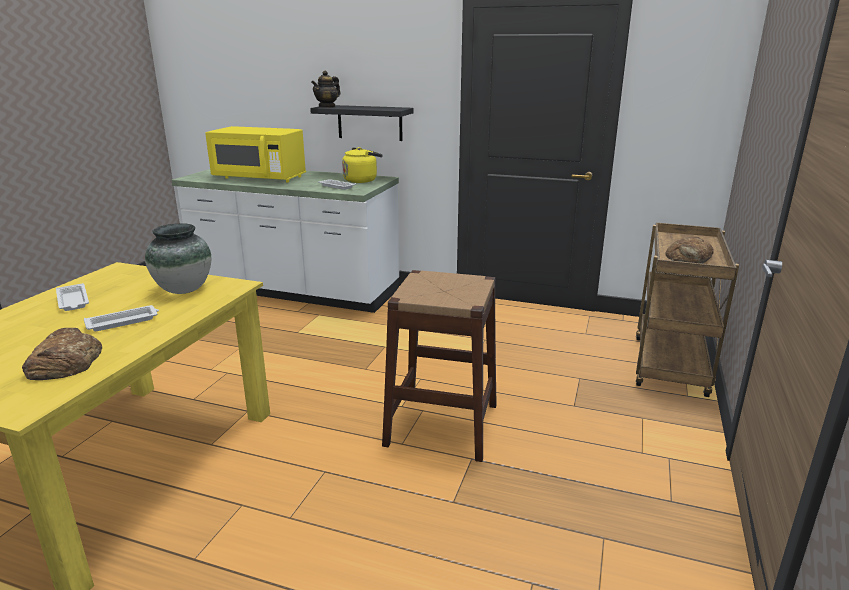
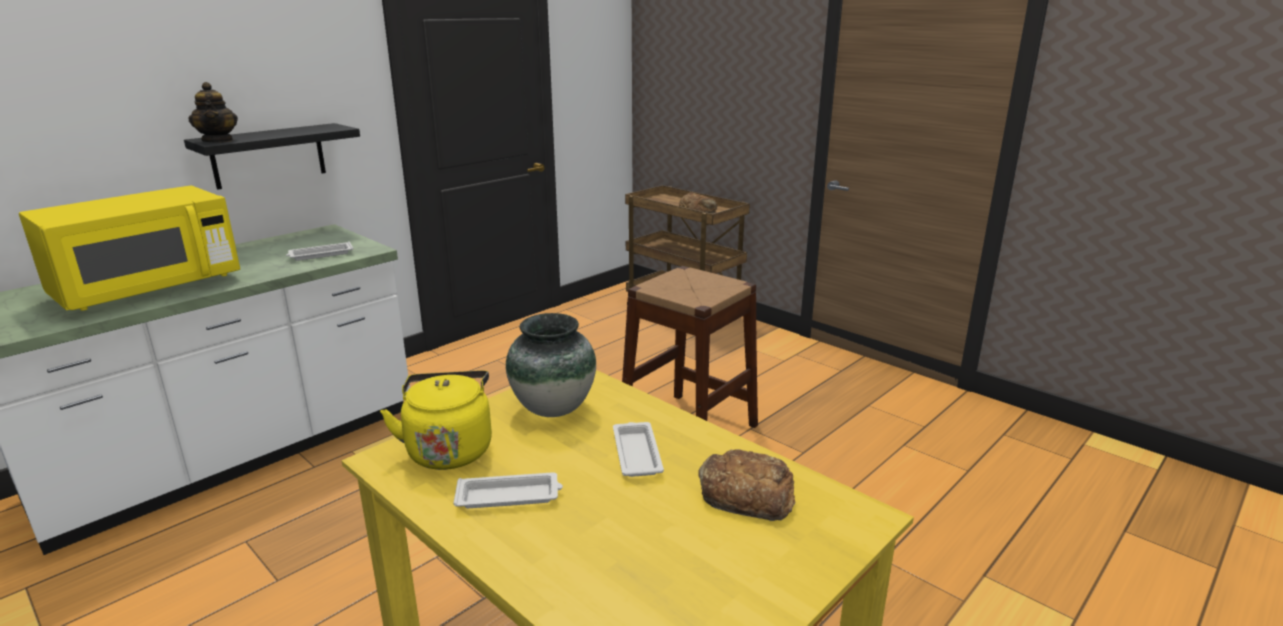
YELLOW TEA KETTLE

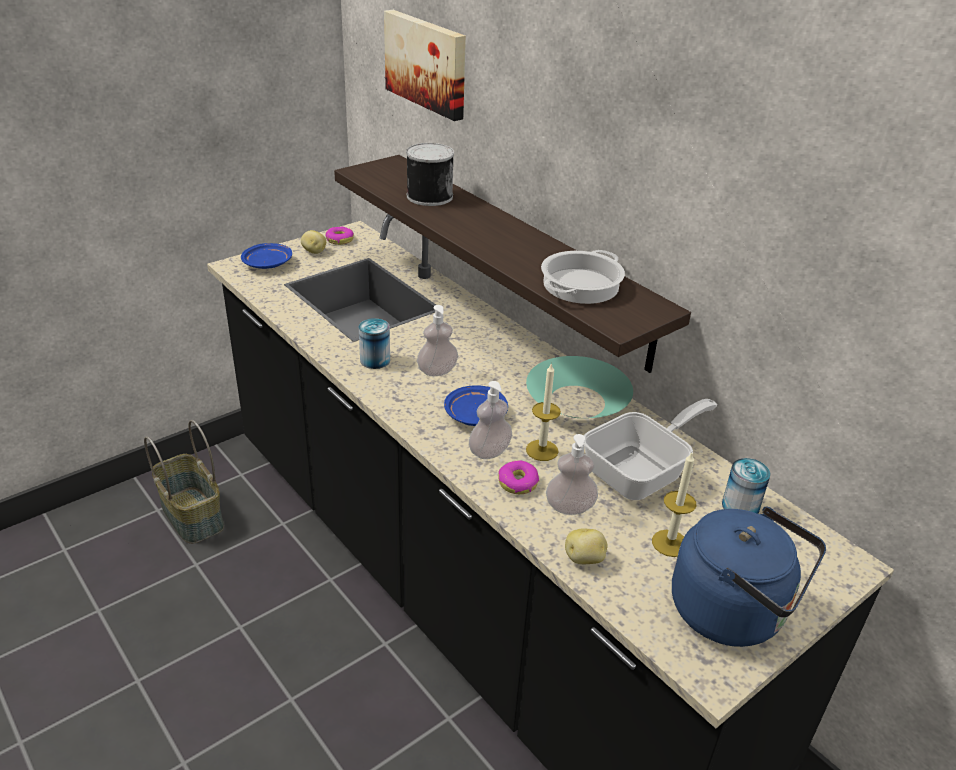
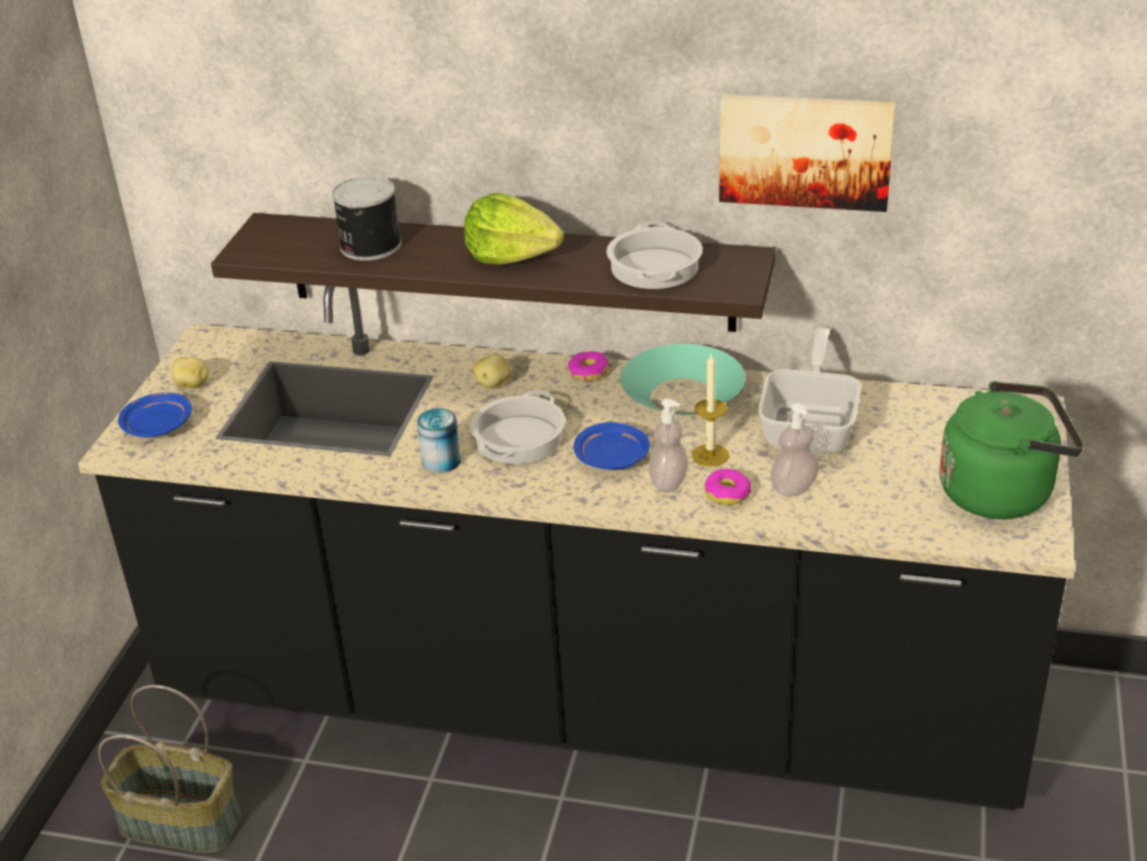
DOUGHNUT (no. 1 from left); WALL ART; STOCKPOT (no. 1 from left); SPUD (no. 2 from left); WAX CANDLE (no. 2 from left in the first image); GREENISH TEA KETTLE; METAL CAN (no. 3 from left in the first image); HEAD OF LETTUCE

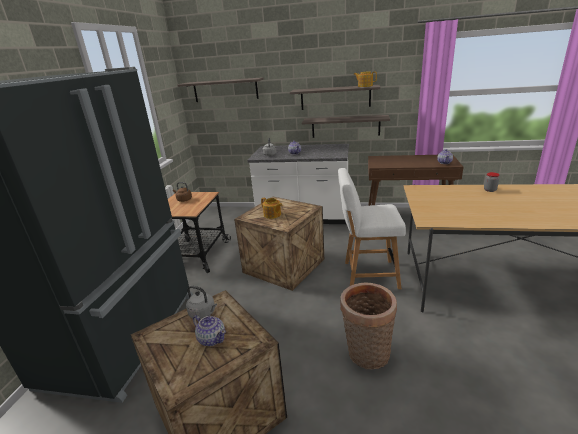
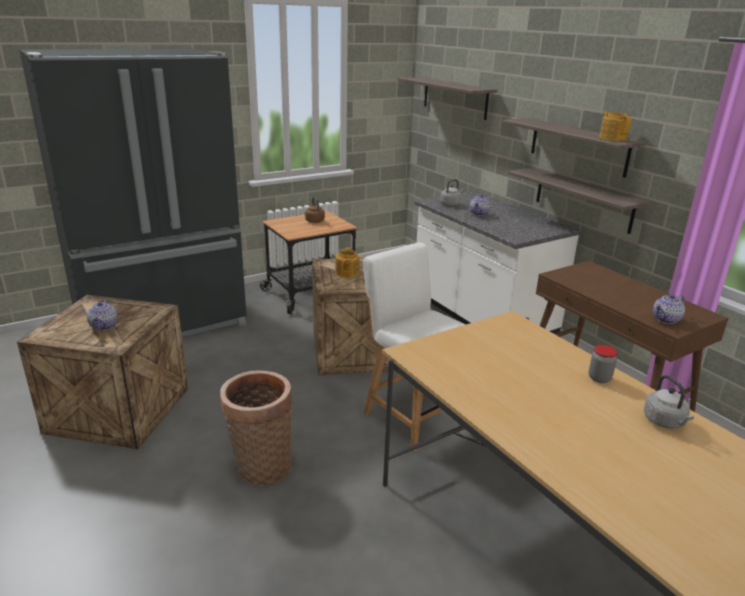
GRAY TEA KETTLE (no. 2 from left)

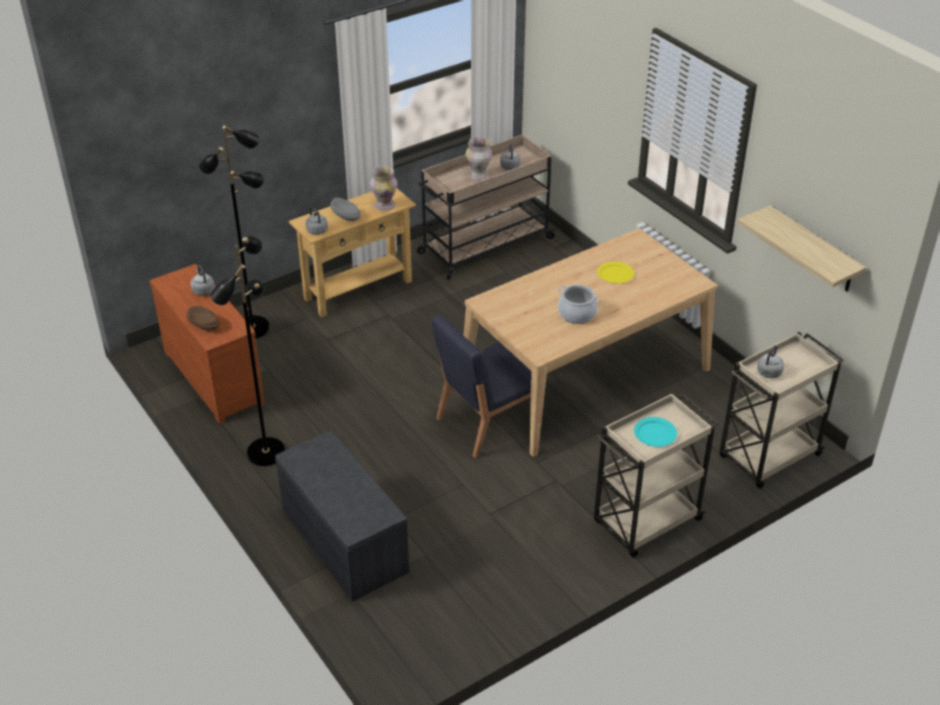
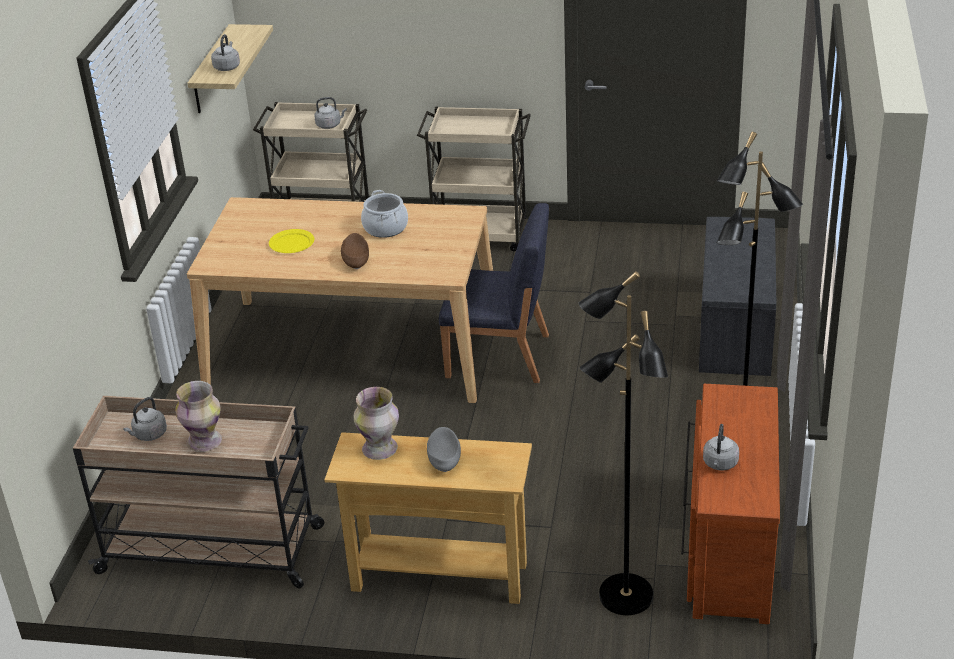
BROWNISH BOWL; GRAY TEA KETTLE (no. 2 from left); BLUE-GREEN PLATE

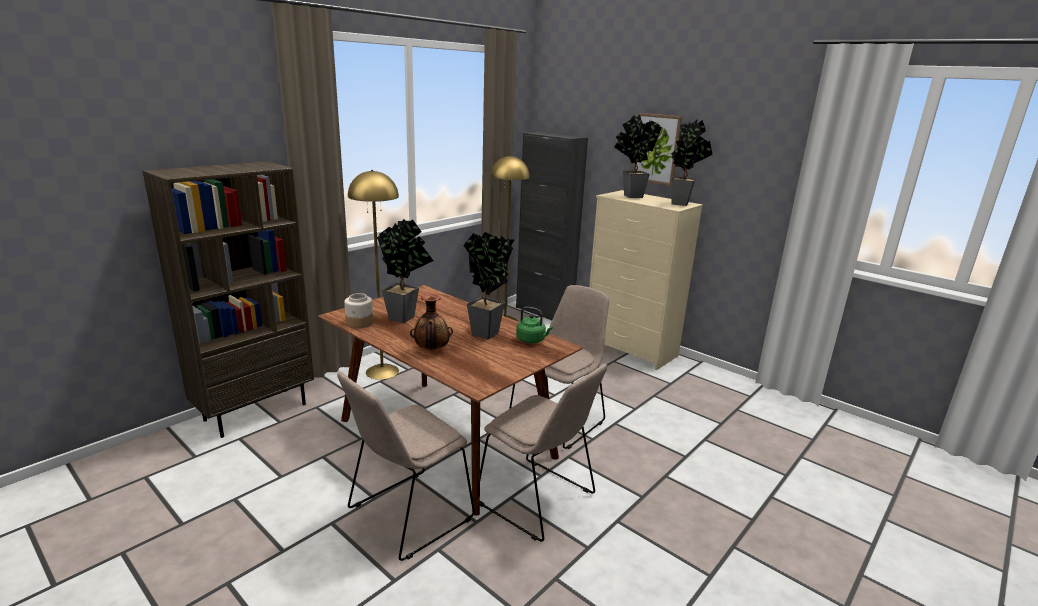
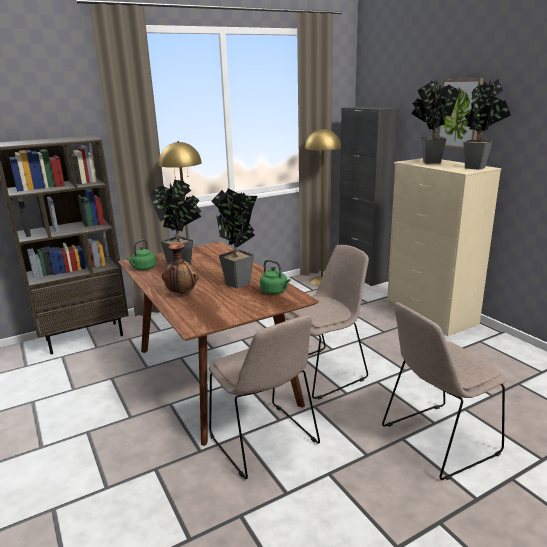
SAND-COLOURED UPRIGHT CHAIR (no. 3 from left); GREENISH TEA KETTLE (no. 1 from left)

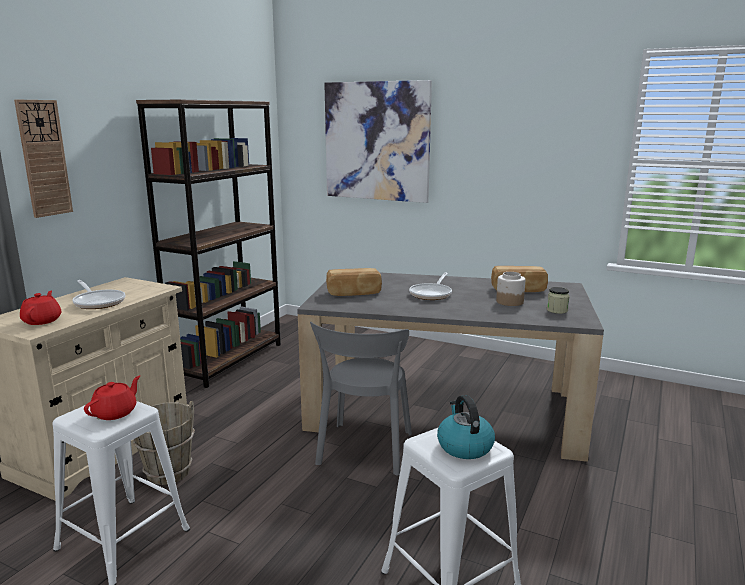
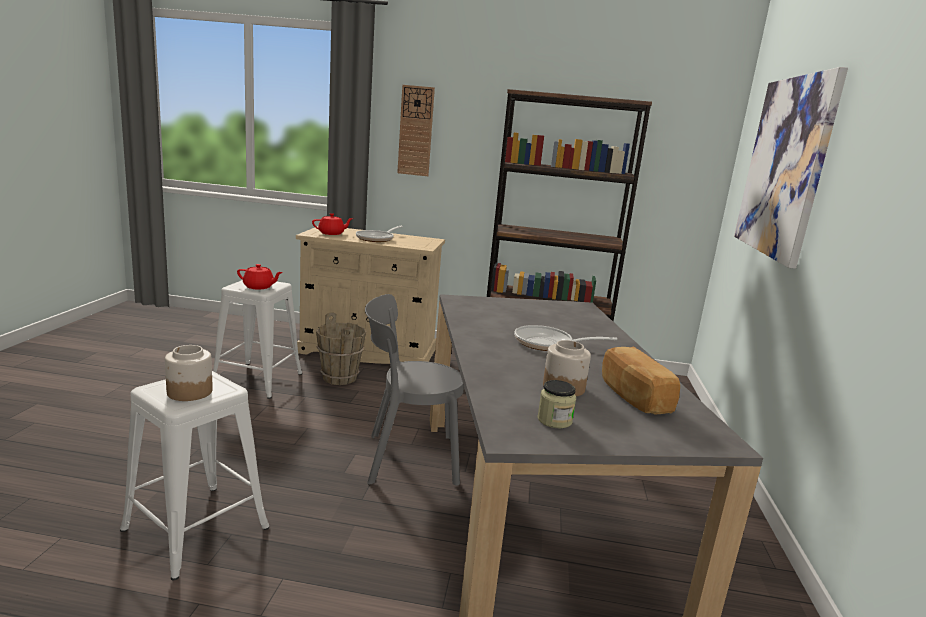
BAKERY BREAD (no. 1 from left in the first image); PRESERVE JAR (no. 1 from left)

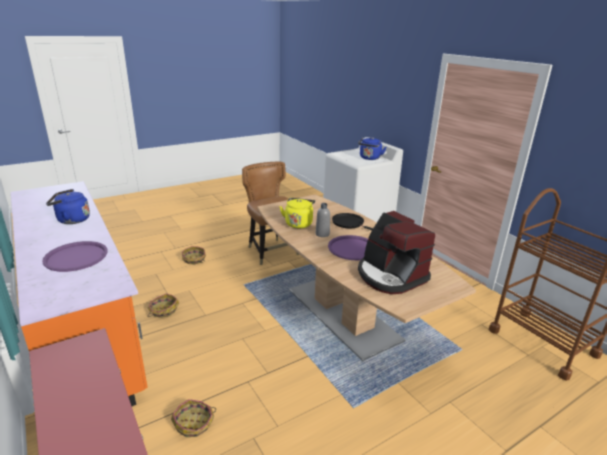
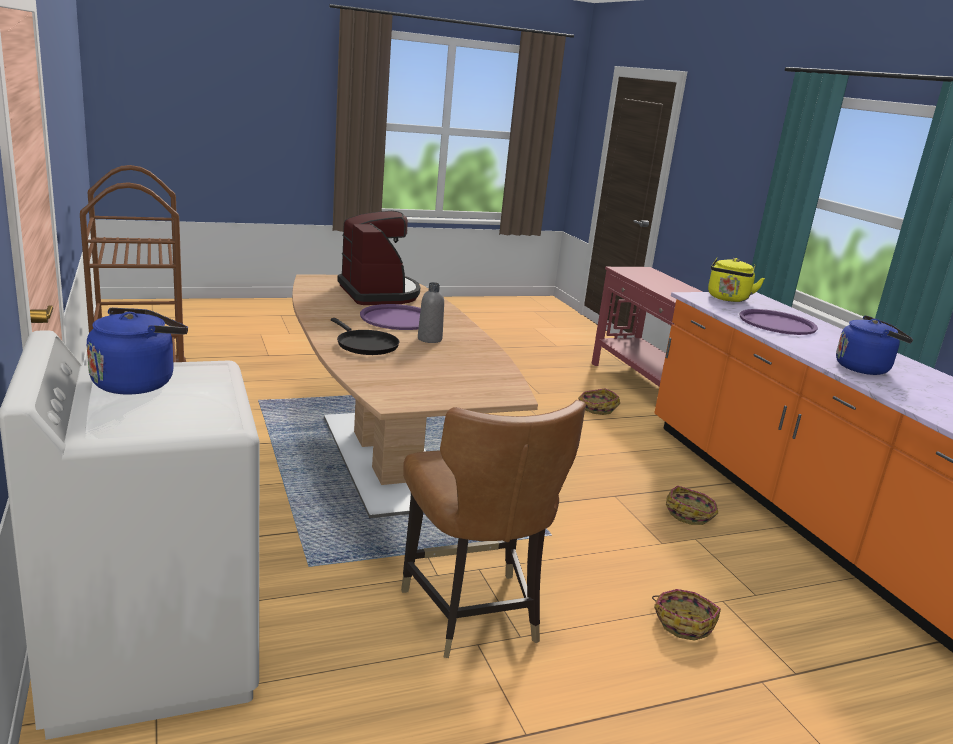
YELLOW TEA KETTLE

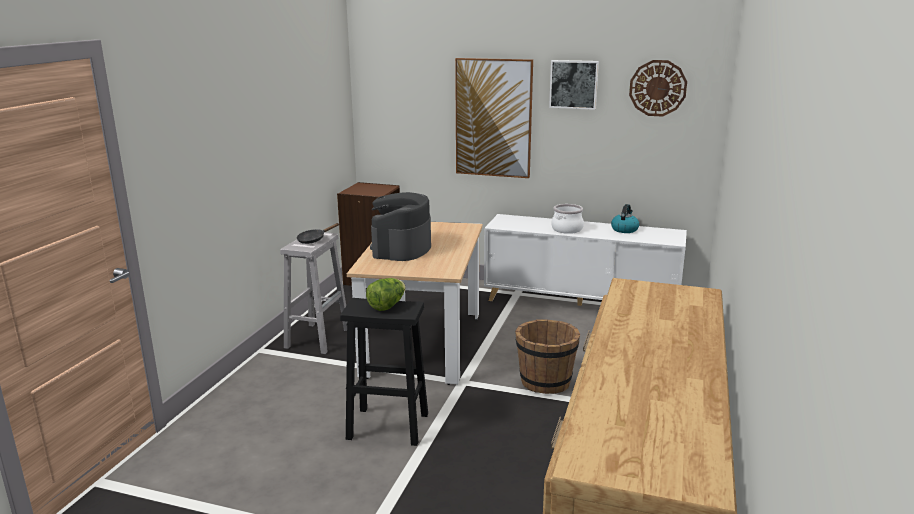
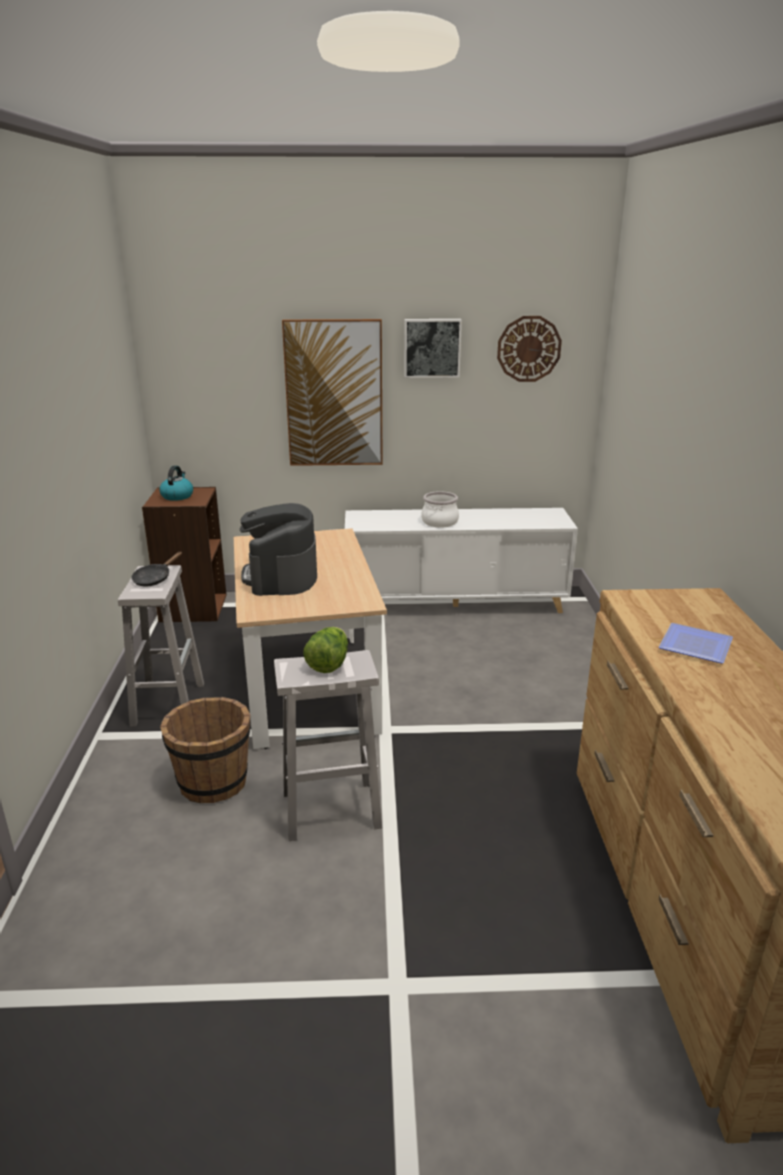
WHITISH STOOL (no. 2 from left); BROWNISH BUCKET; TEA KETTLE; PLATE

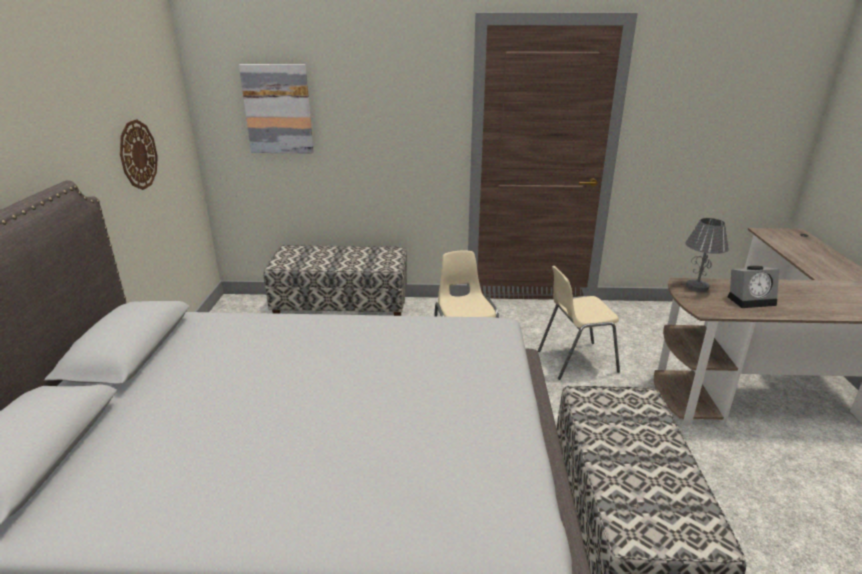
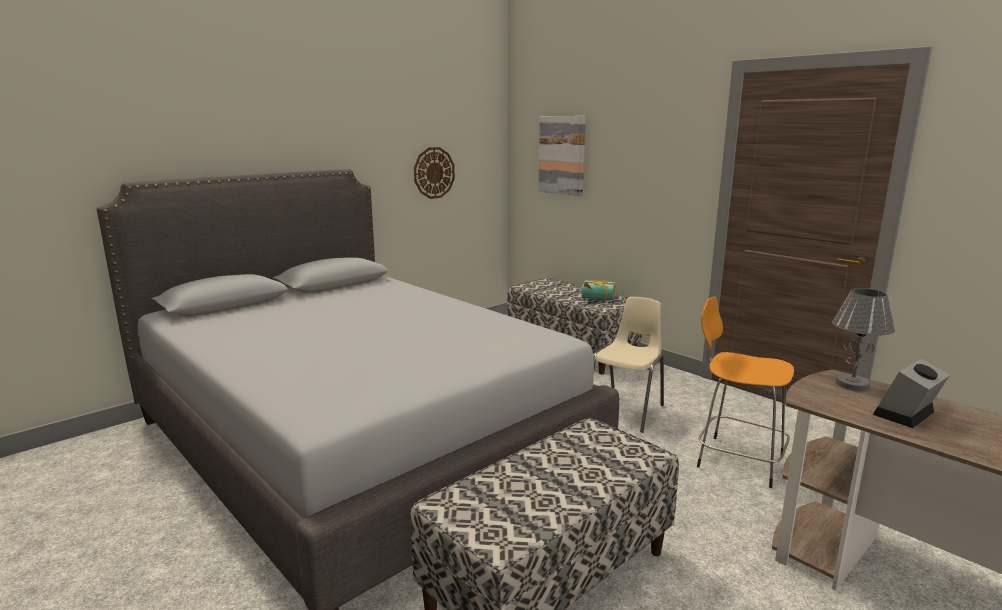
ORANGE-COLOURED STOOL; BEDSIDE CLOCK; VOLUME

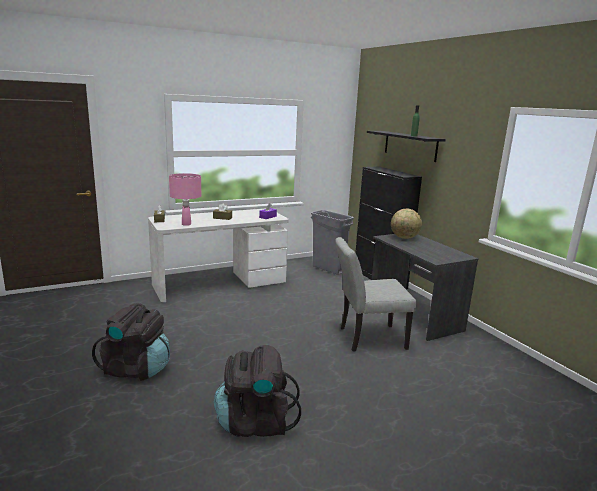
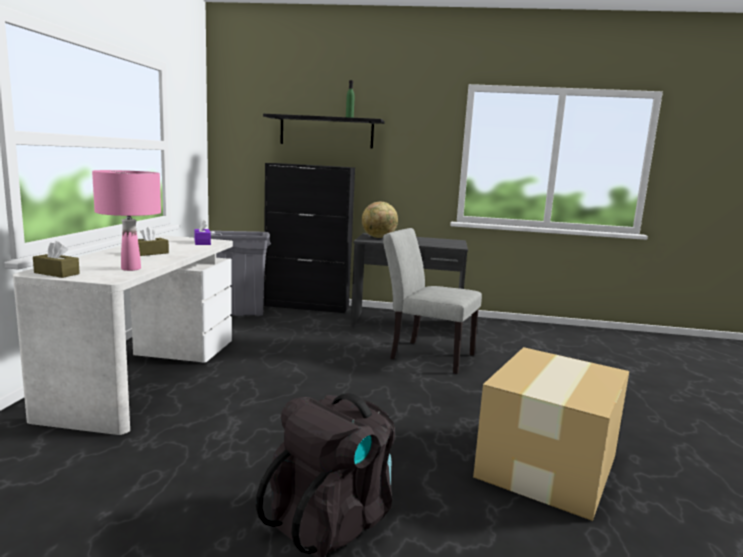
PACKING BOX; GRAY UPRIGHT CHAIR

